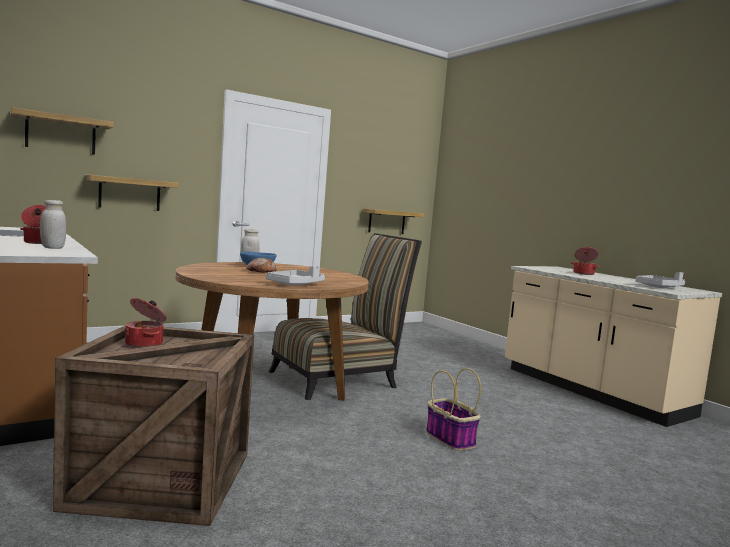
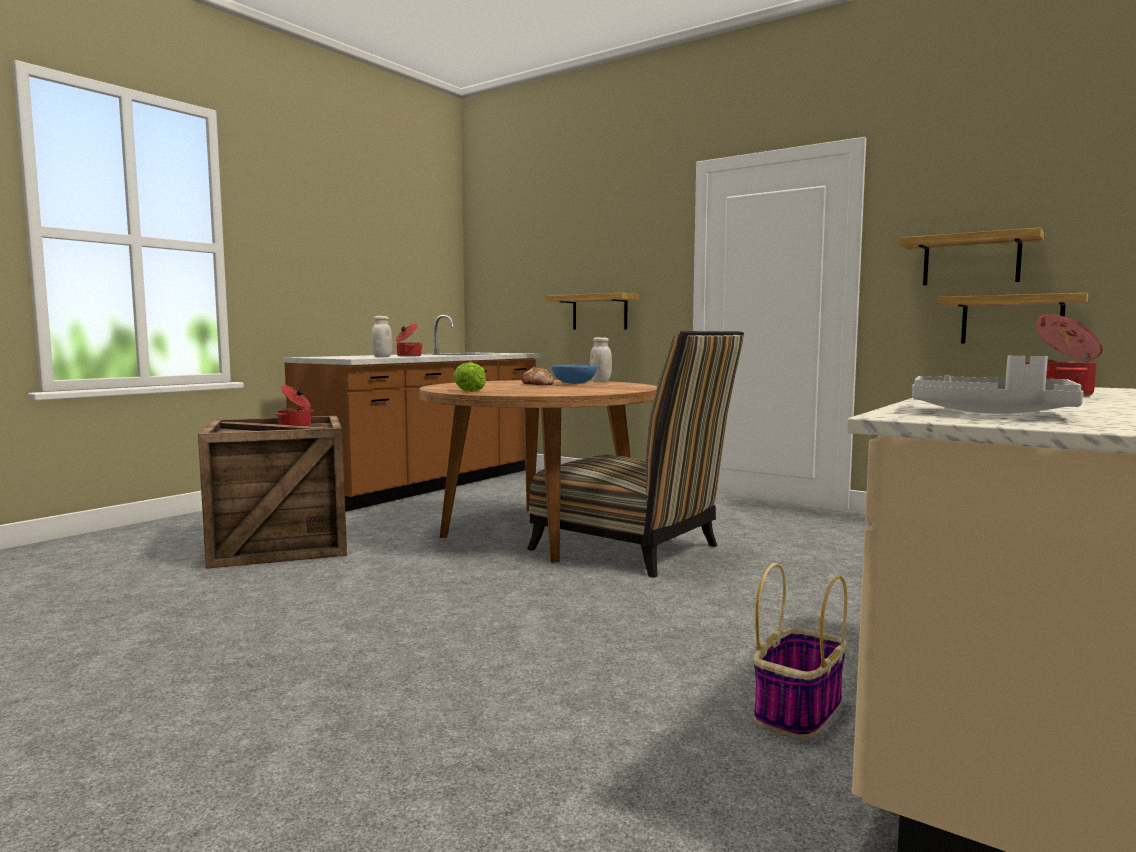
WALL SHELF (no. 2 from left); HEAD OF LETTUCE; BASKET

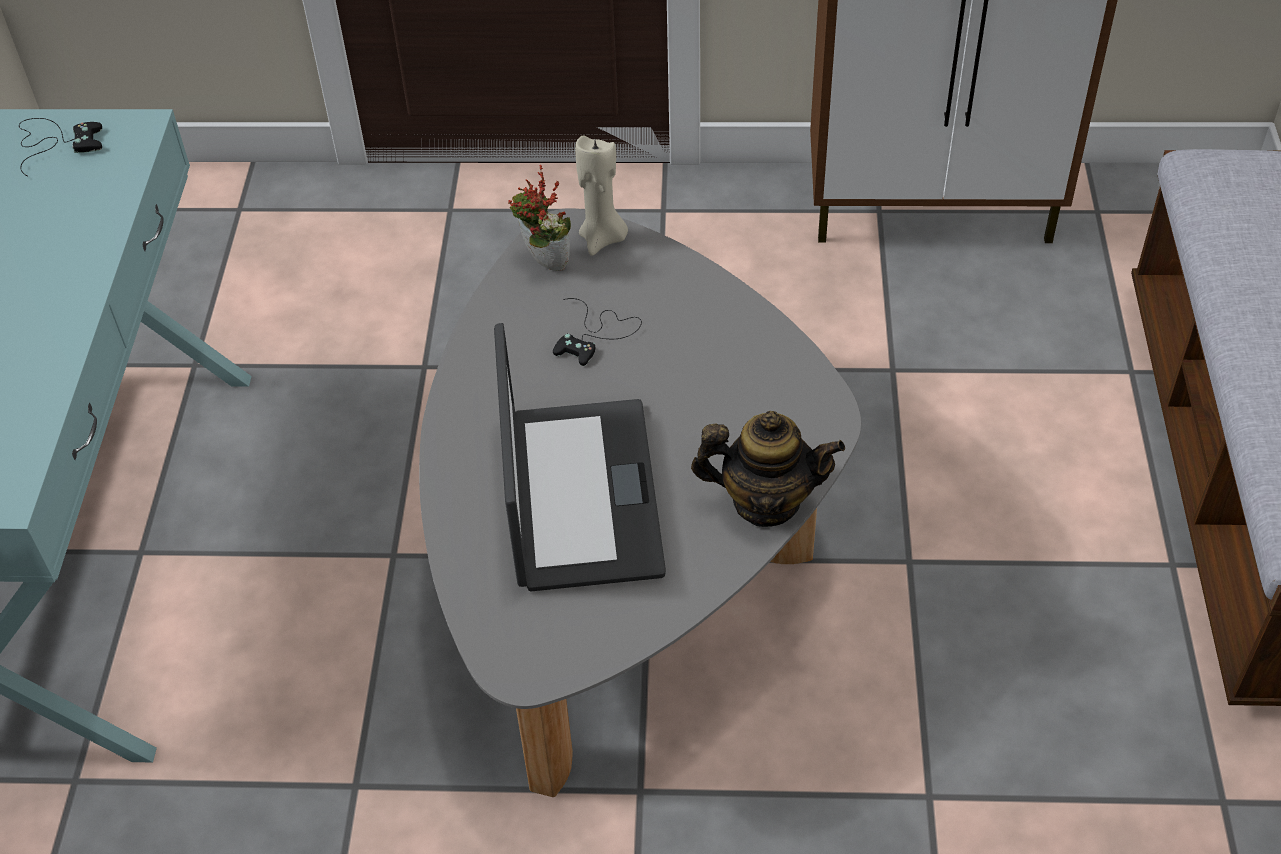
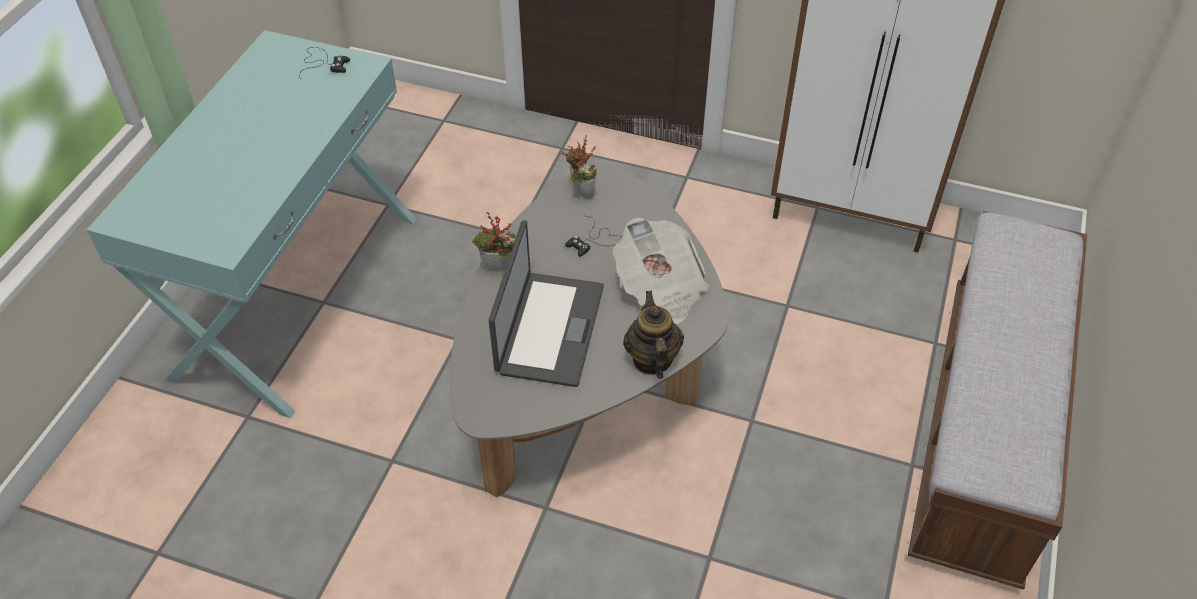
SAND-COLOURED WAX CANDLE; TEAPOT; POTTED PLANT (no. 1 from left); PRINTED PAPER

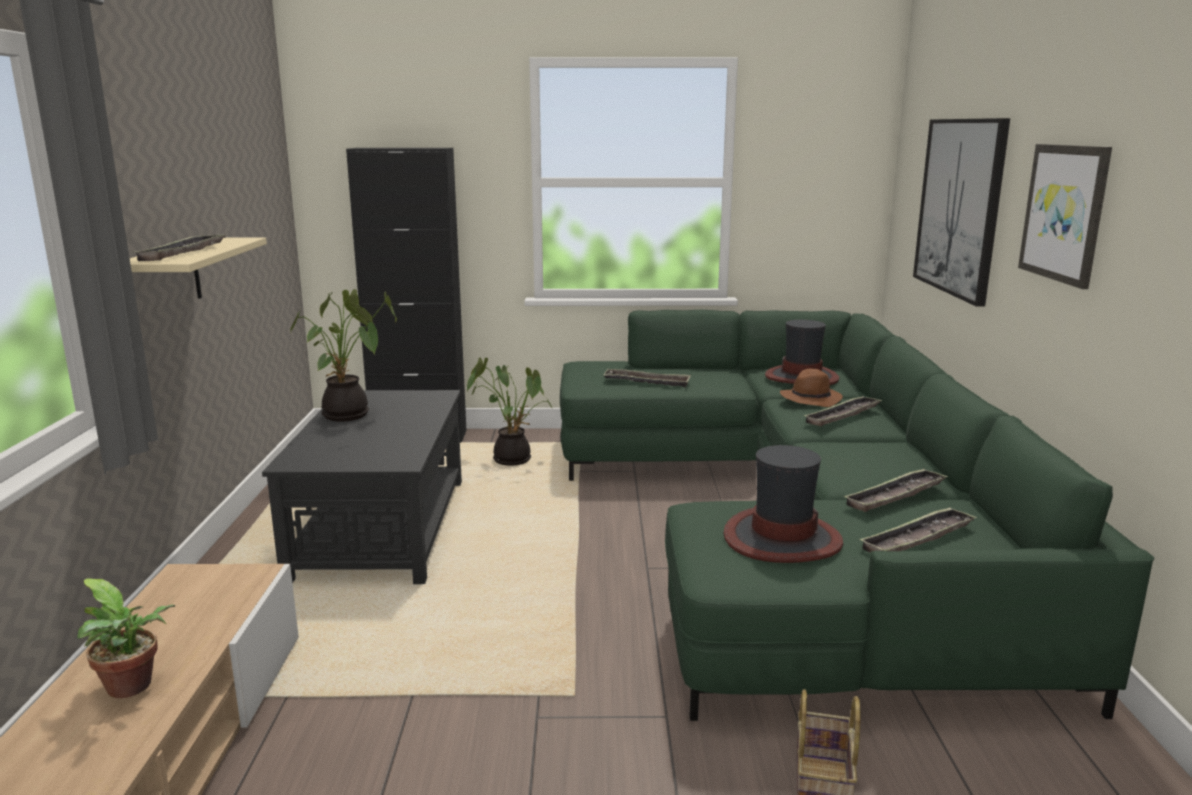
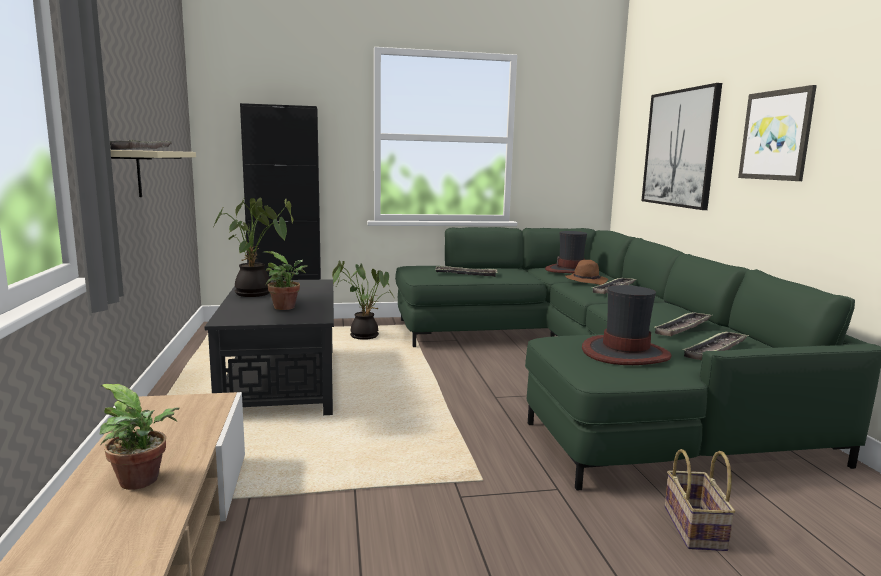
POTTED PLANT (no. 3 from left)

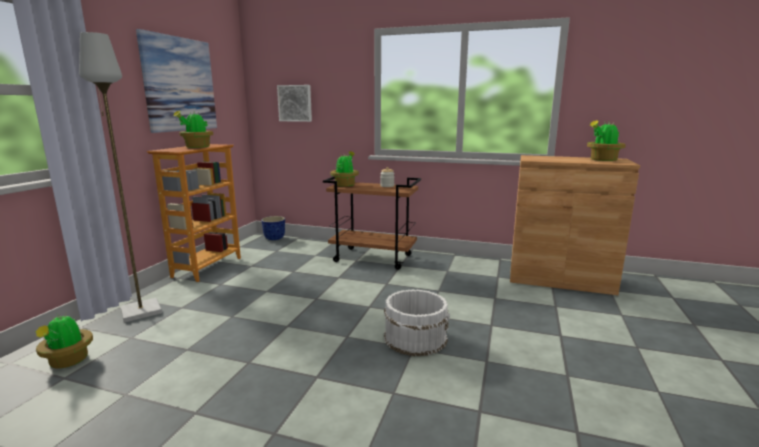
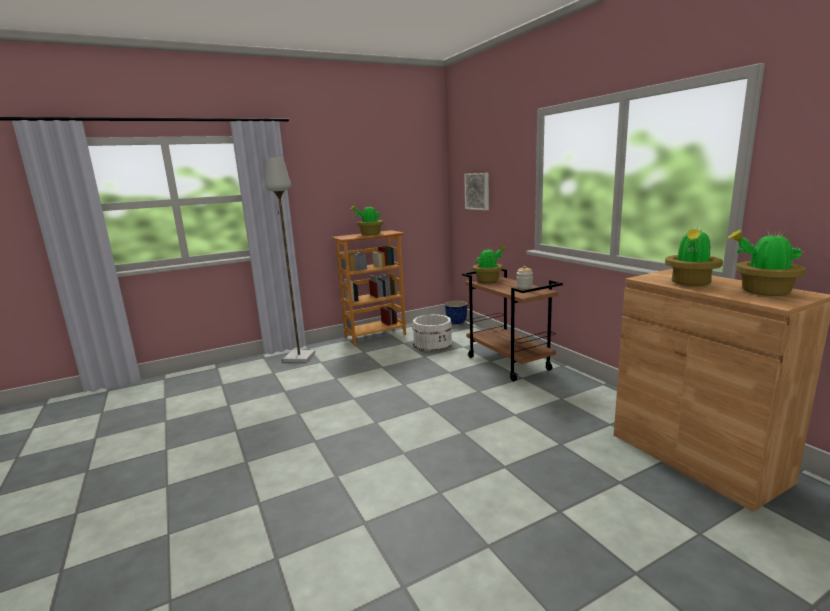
POTTED PLANT (no. 3 from left); WALL ART (no. 1 from left in the first image); WHITISH BUCKET

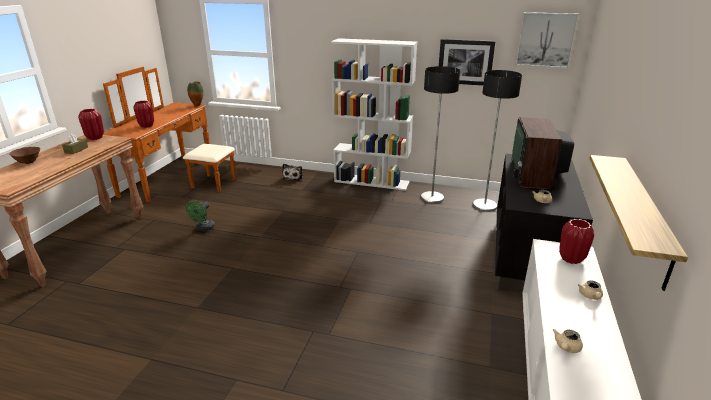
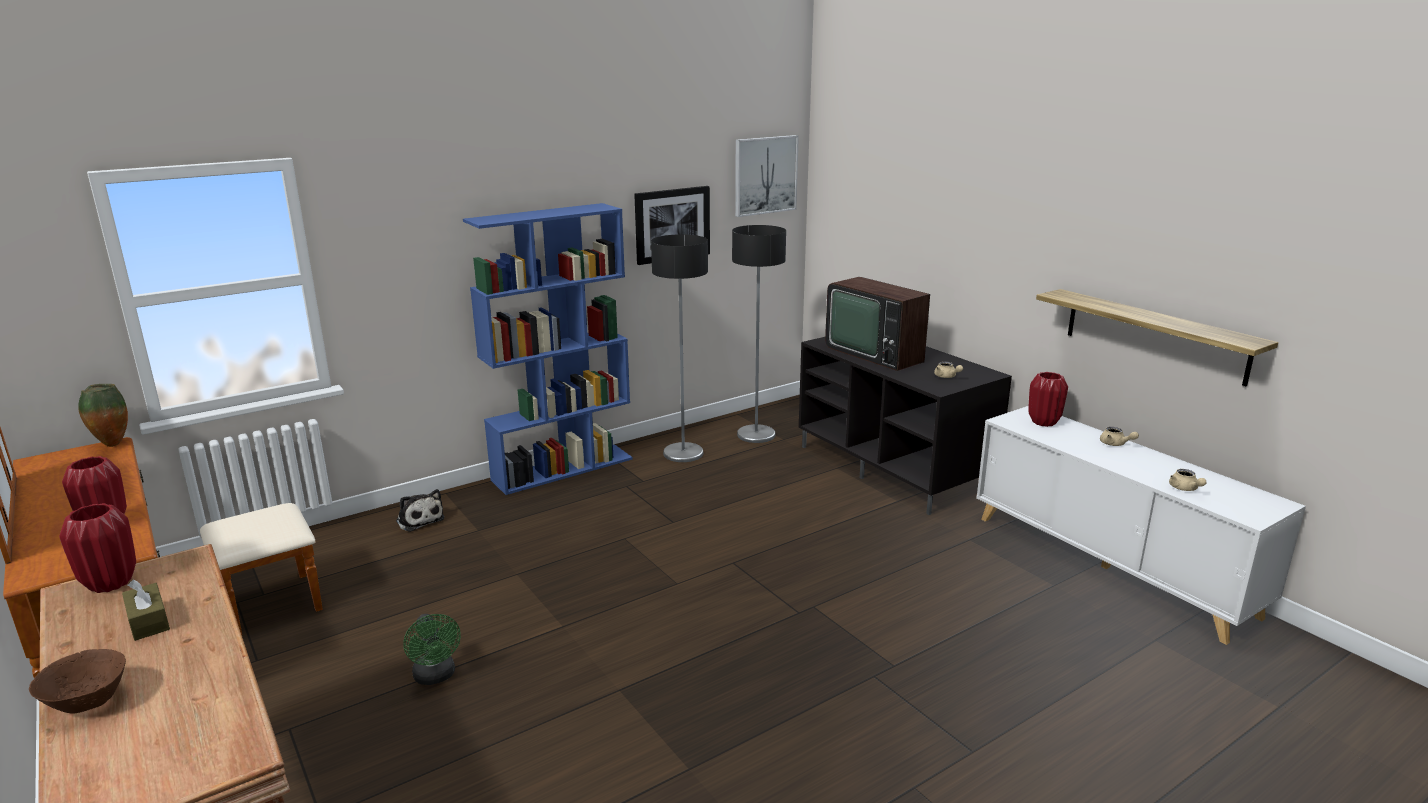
BLUE BOOKSHELF

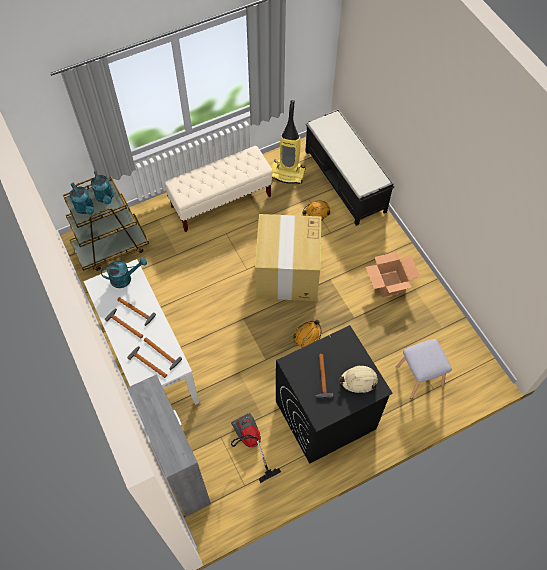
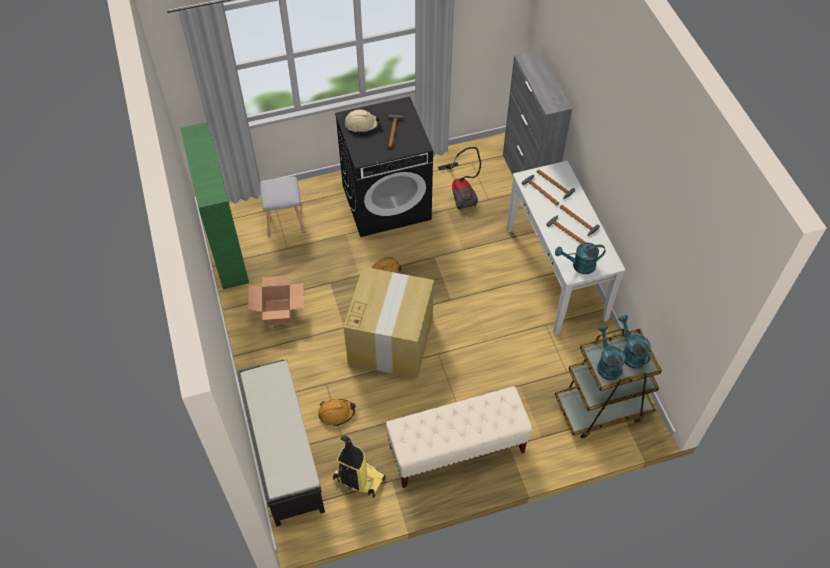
GREENISH BOOKSHELF

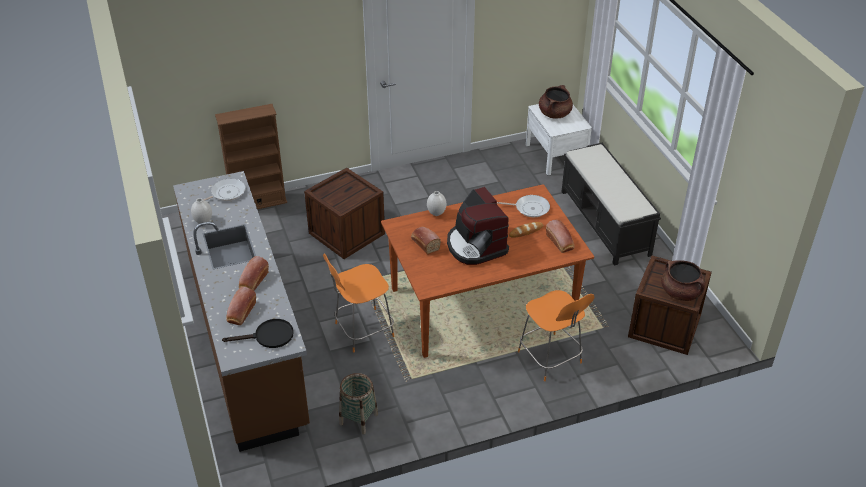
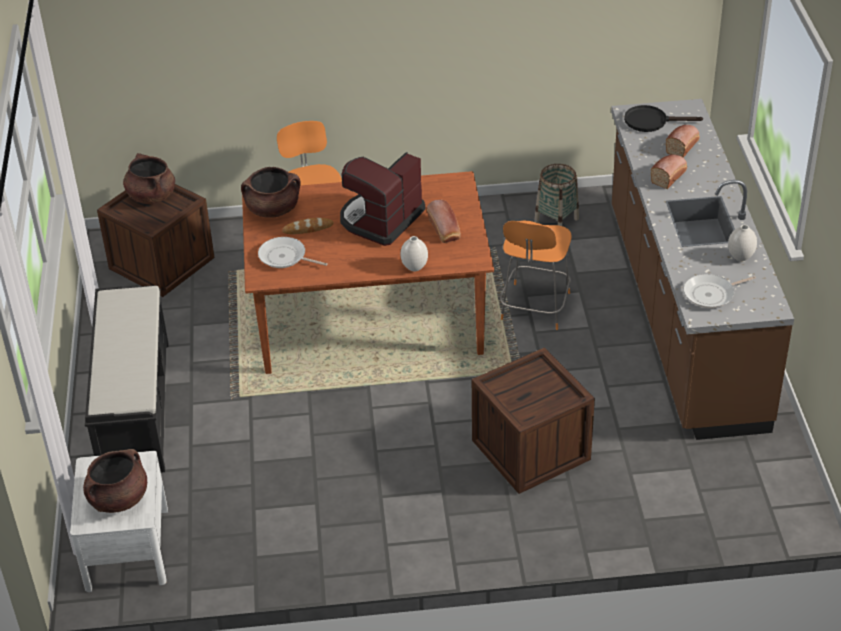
BROWNISH BOOKSHELF; ORANGE-COLOURED UPRIGHT CHAIR (no. 2 from left); COFFEE MAKER; BROWNISH STOCKPOT (no. 3 from left)

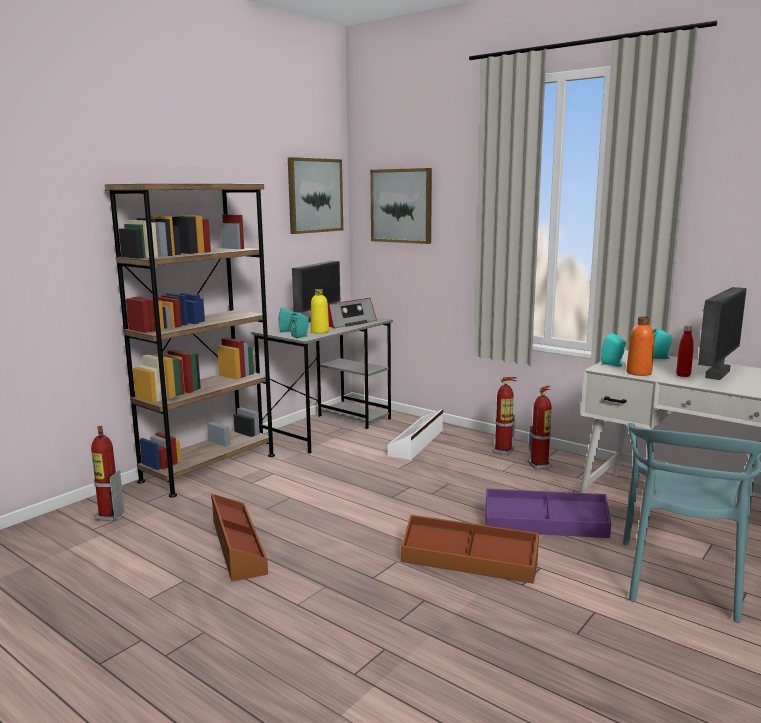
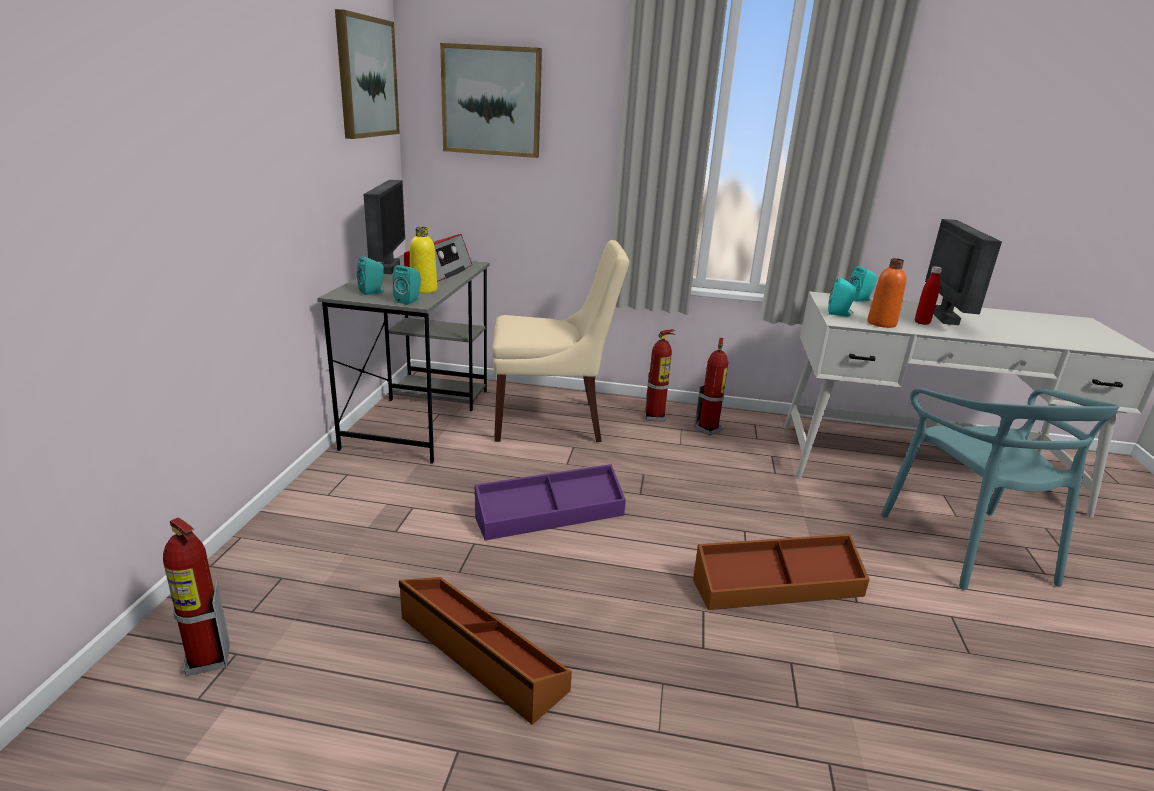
BROWNISH BOOKSHELF; SAND-COLOURED UPRIGHT CHAIR; PURPLISH STORAGE BIN

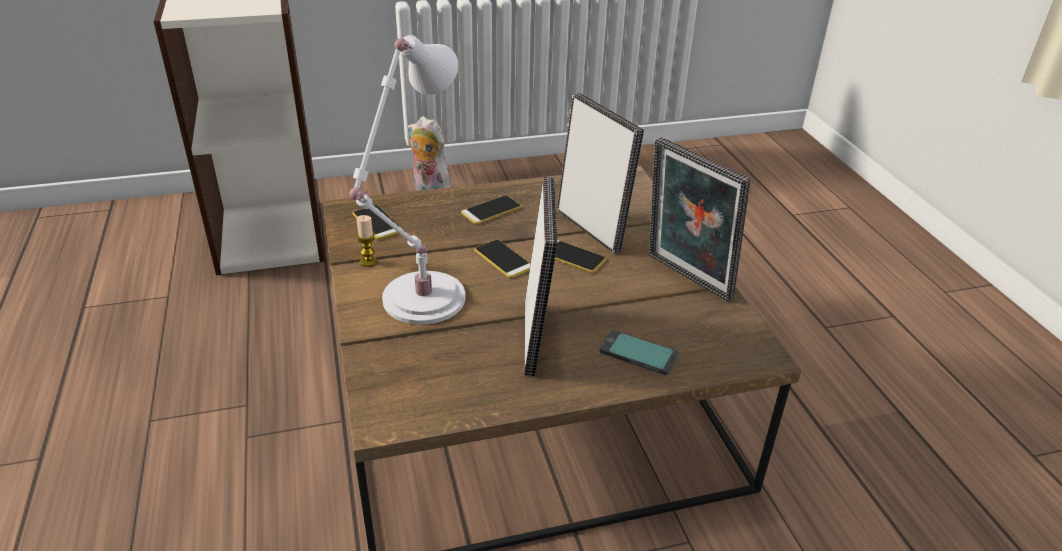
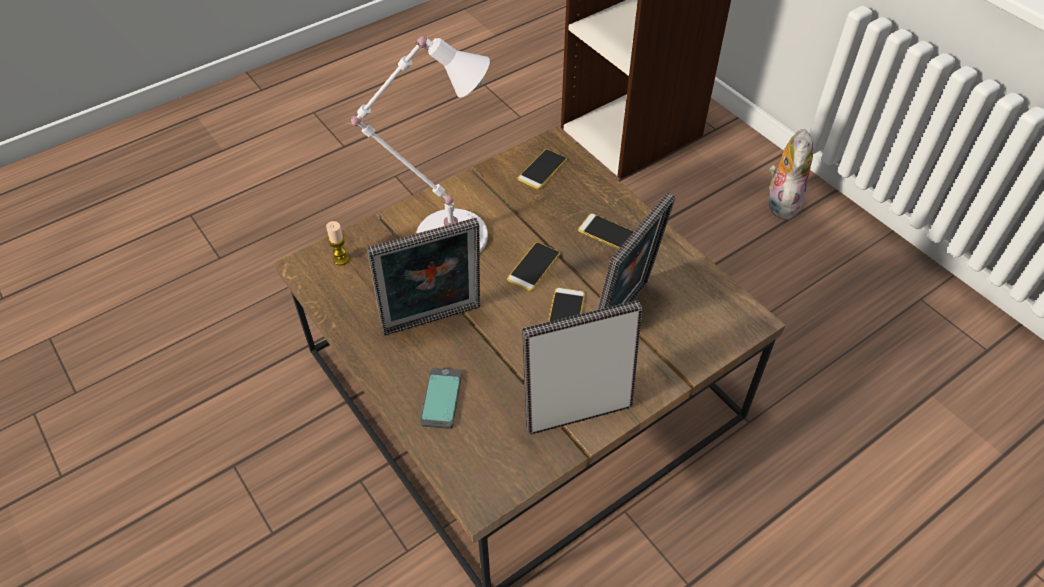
WAX CANDLE; PICTURE FRAME (no. 2 from left)

